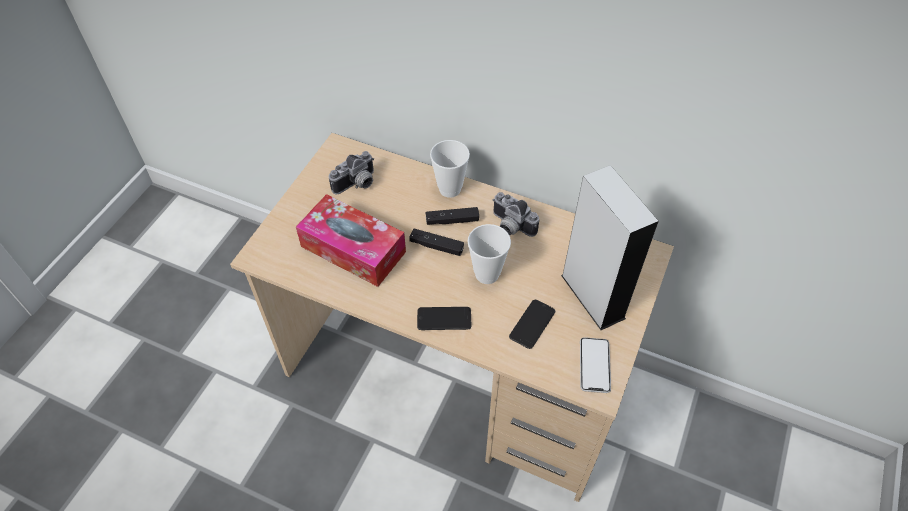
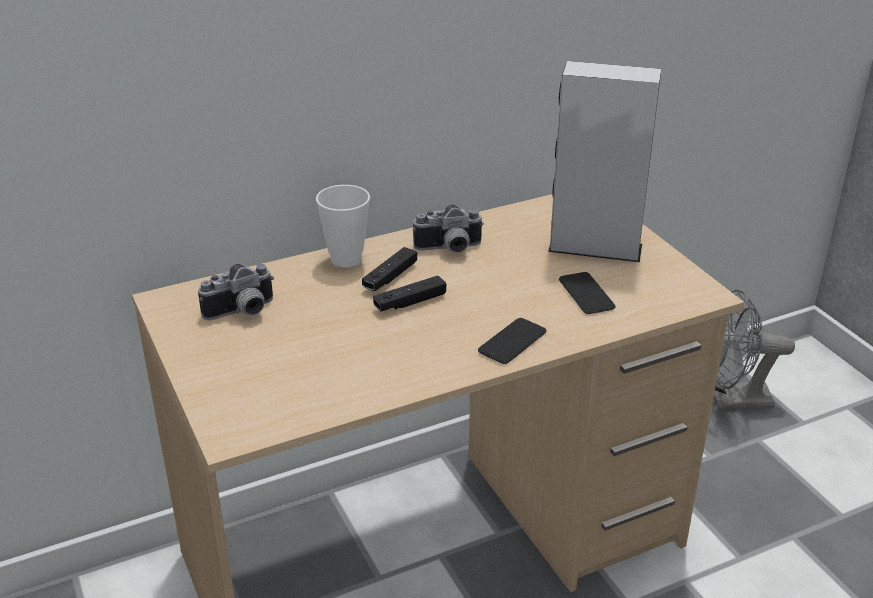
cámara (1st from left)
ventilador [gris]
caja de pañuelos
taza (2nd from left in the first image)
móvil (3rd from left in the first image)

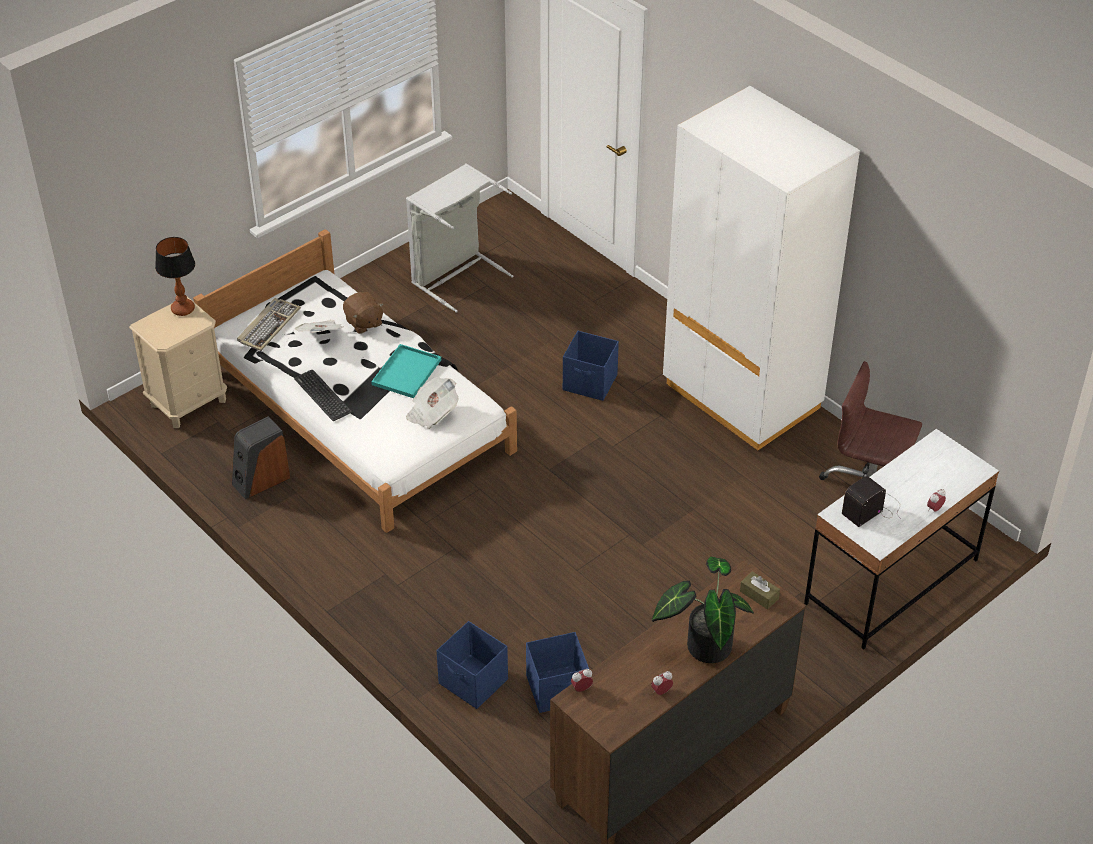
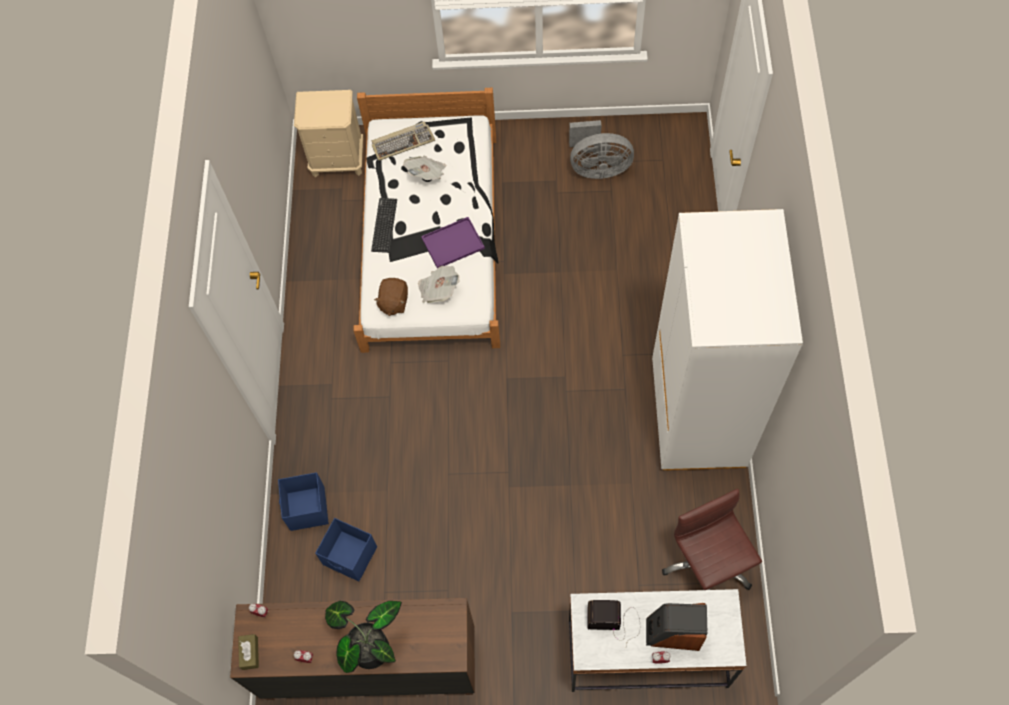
caja de pañuelos [marrón]
peluche [marrón]
bandeja [morado]
ventilador [gris]
altavoz
lámpara de mesa
caja de almacenaje [azul] (3rd from left in the first image)

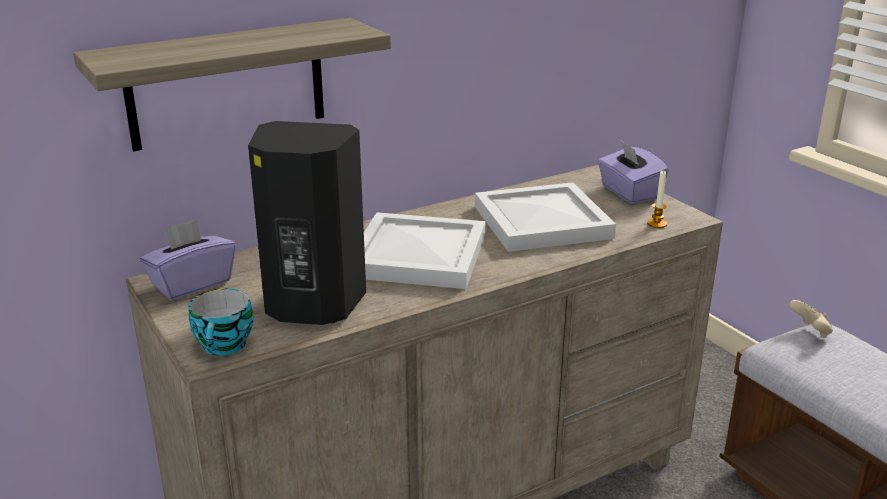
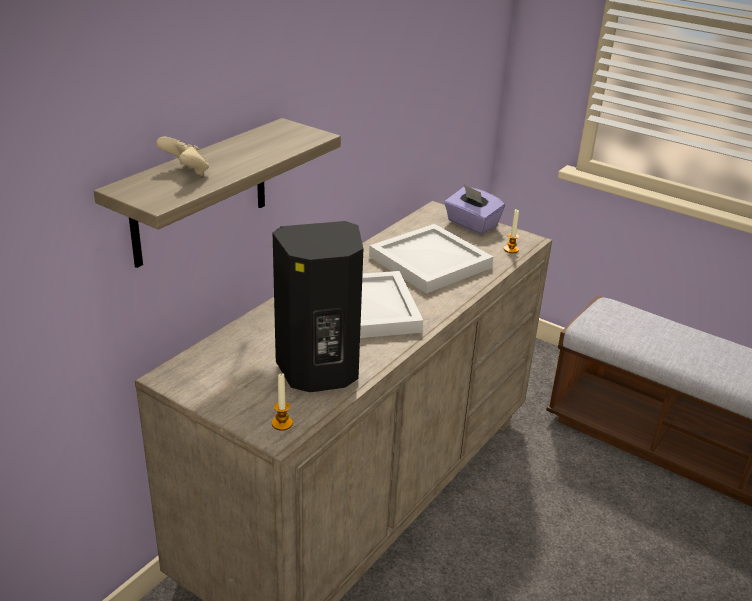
mando de consola [beis]
vela (1st from left)
caja de pañuelos [morado] (1st from left in the first image)

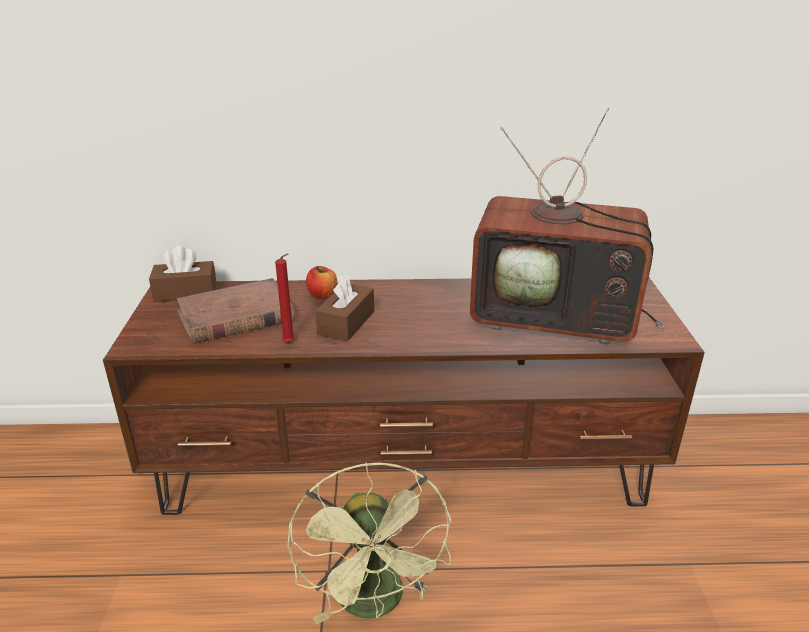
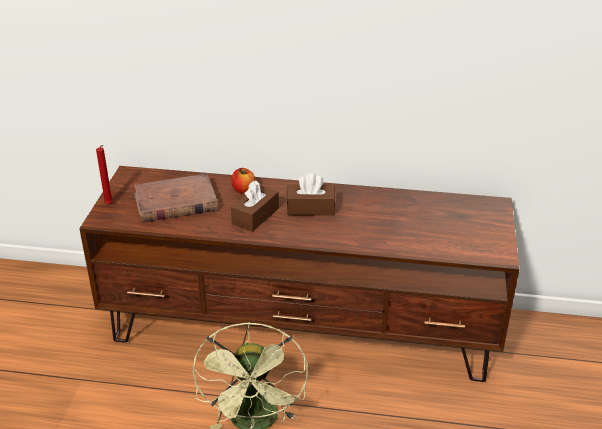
vela [rojo]
caja de pañuelos [marrón] (2nd from left)
televisor

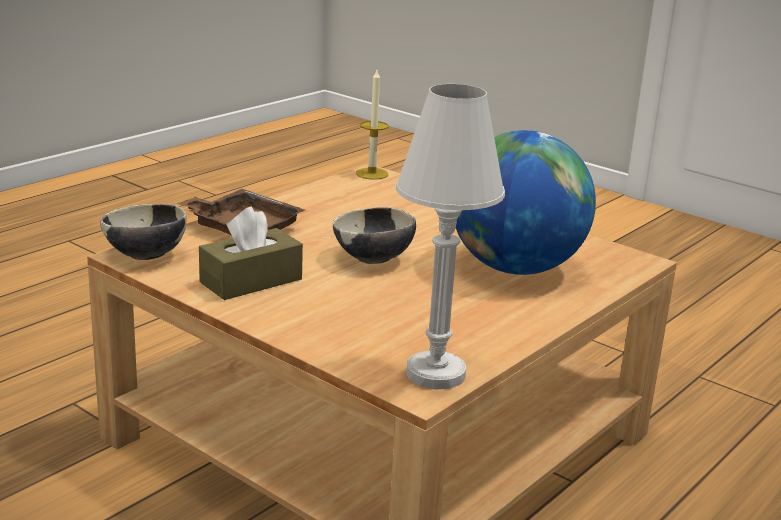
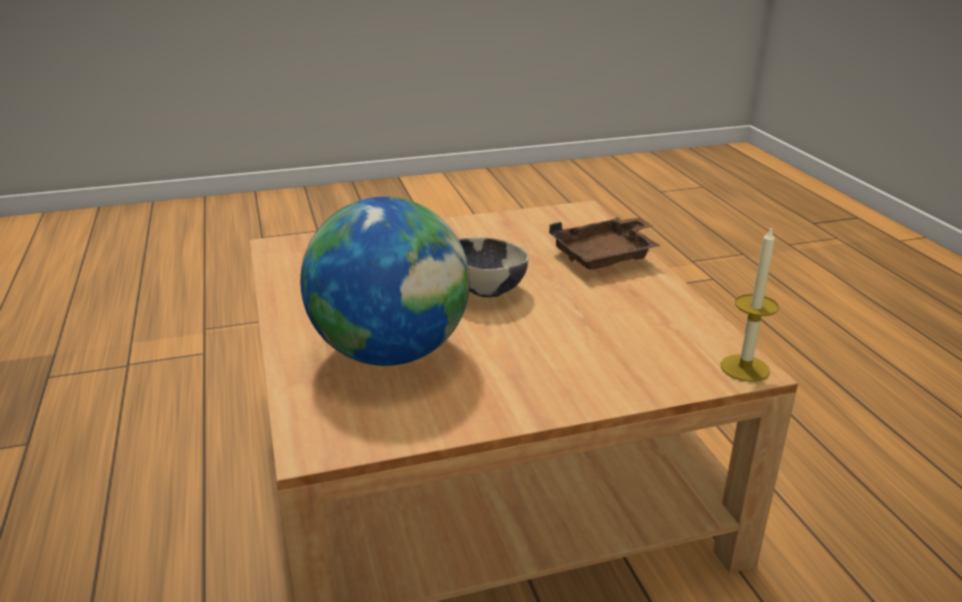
cuenco (1st from left in the first image)
caja de pañuelos [marrón]
lámpara de mesa [blanco]

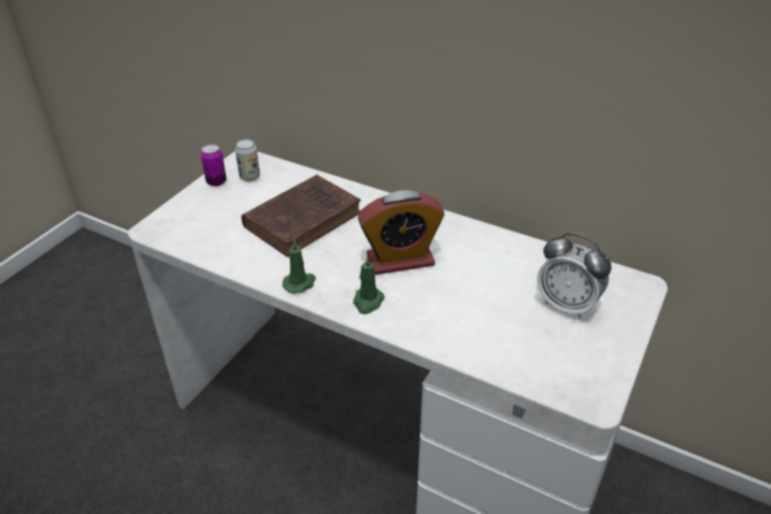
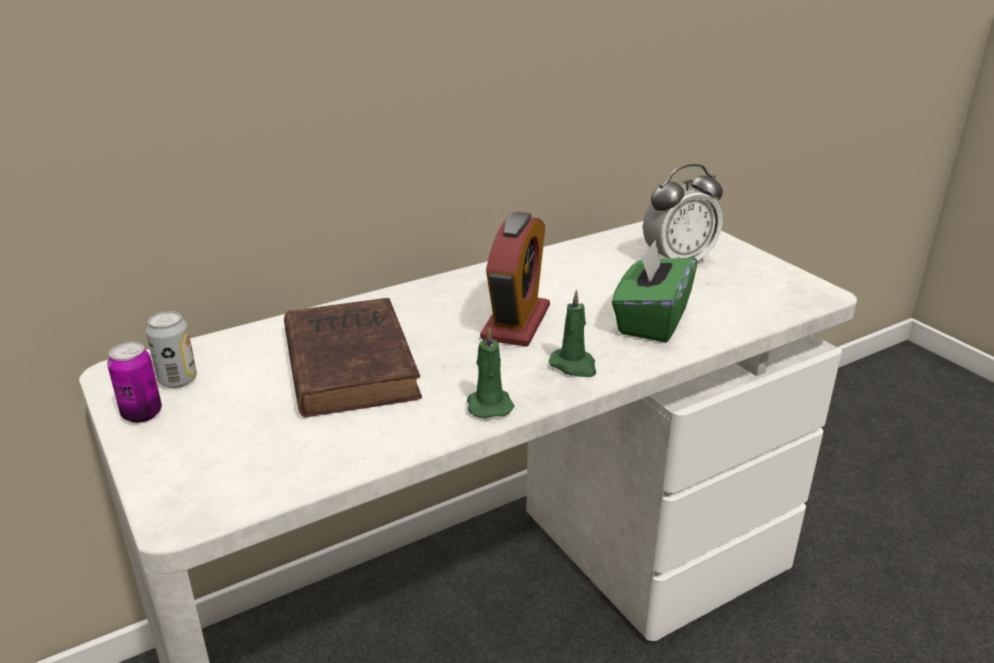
caja de pañuelos [verde]

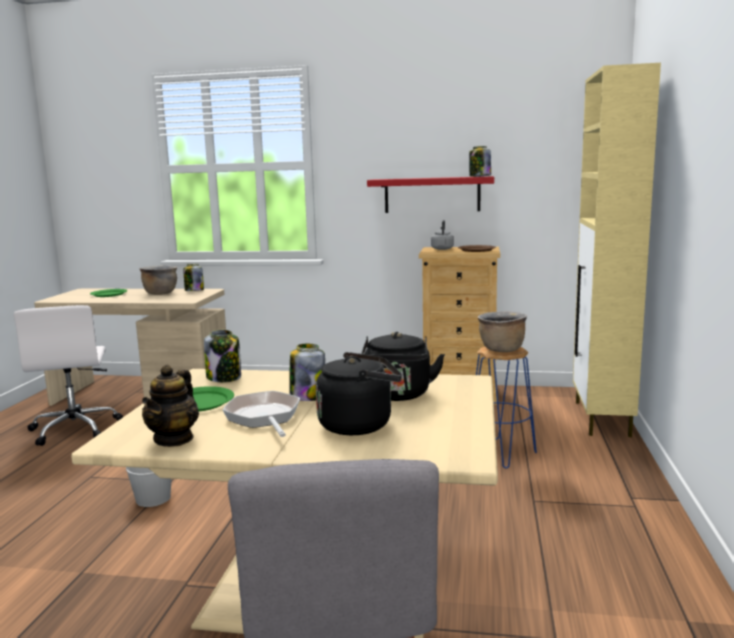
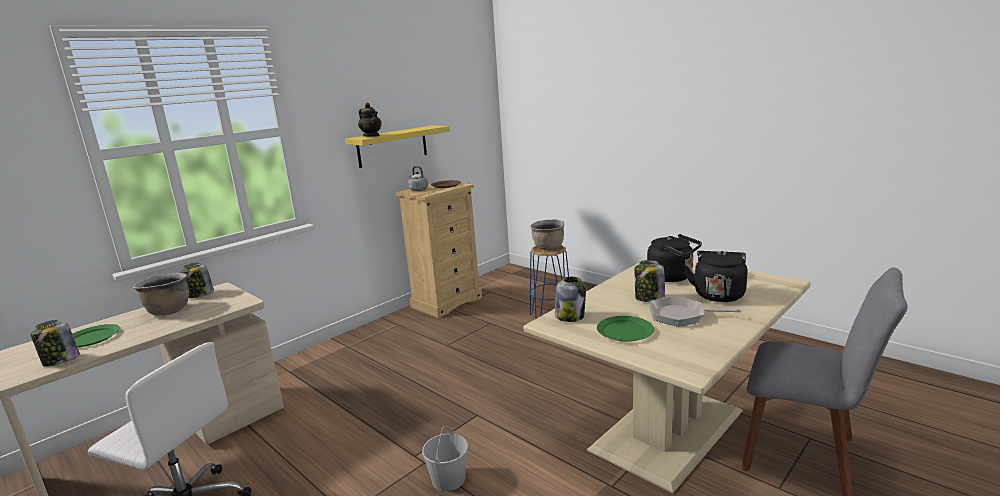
tarro (1st from left)
estante [amarillo]
tetera
armario [beis]

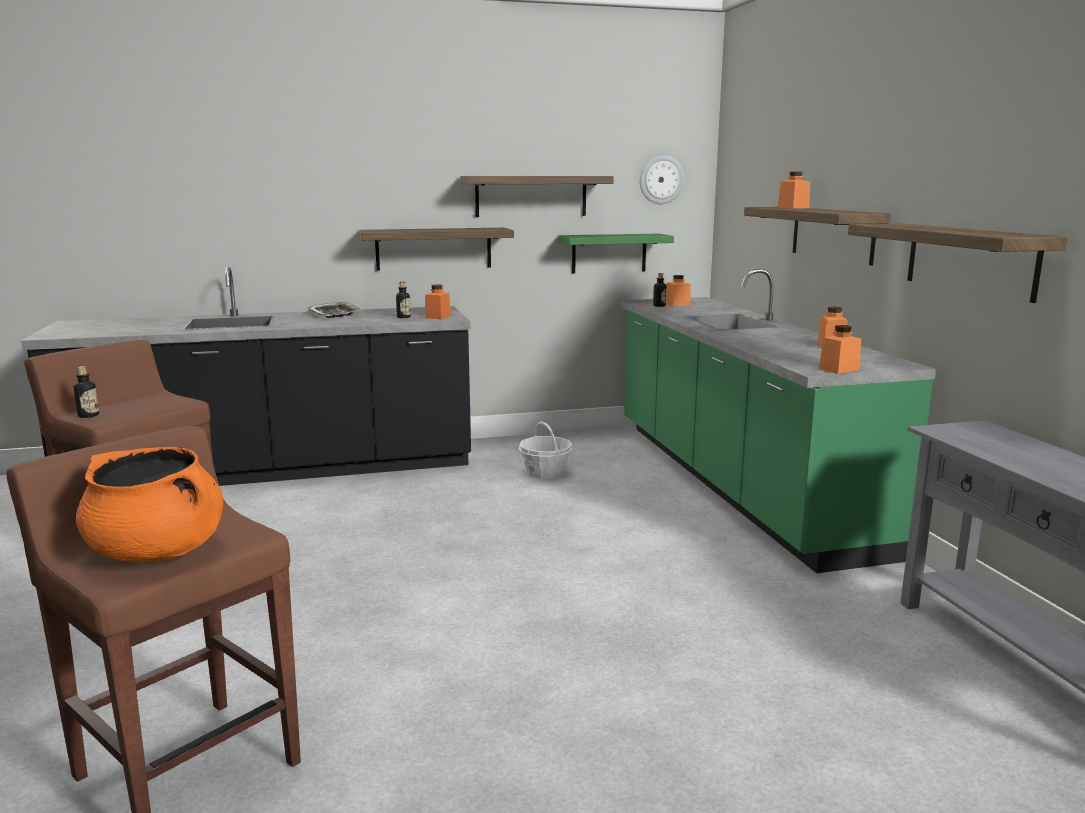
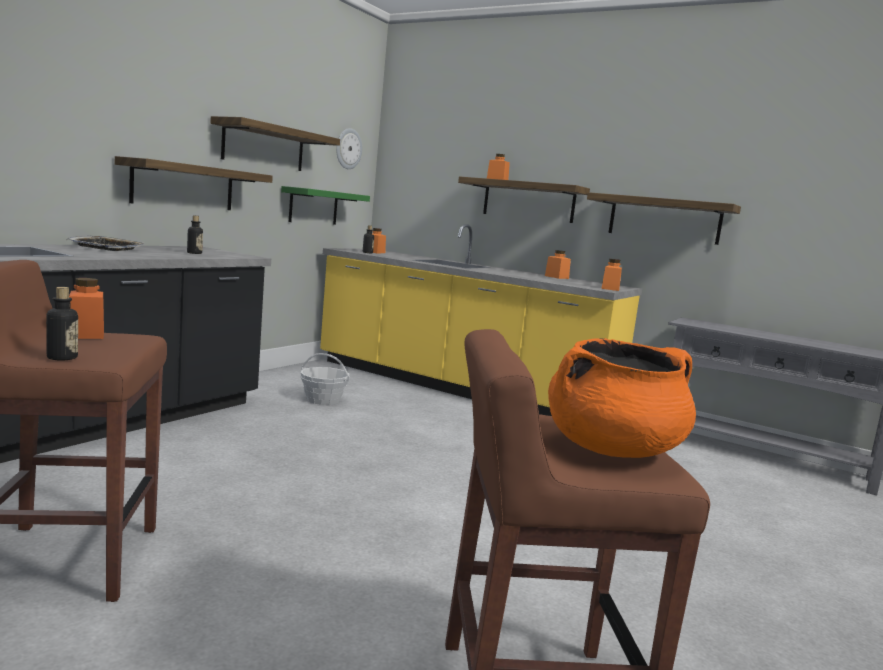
tarro [naranja] (1st from left)
mueble bajo de cocina [amarillo]

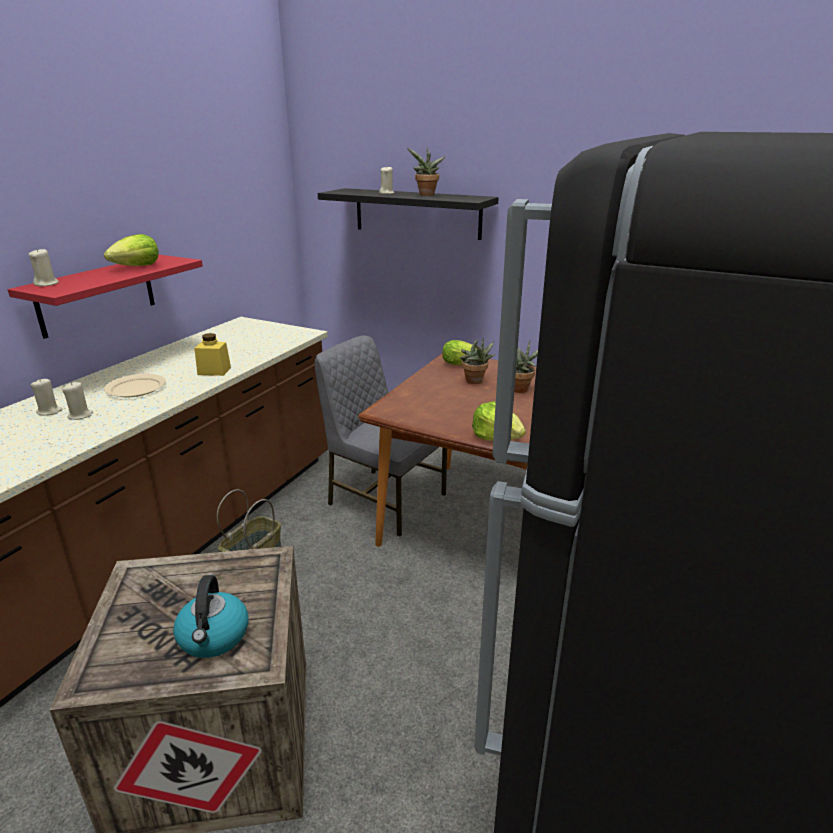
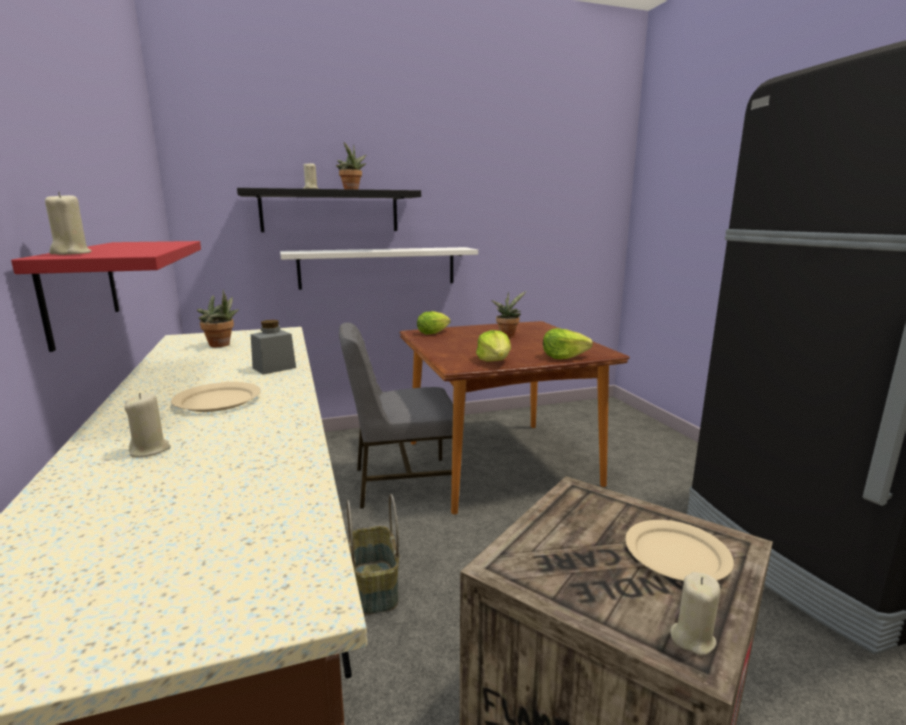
planta en maceta (1st from left)
tarro [gris]
estante [blanco]
lechuga (2nd from left)
plato [beis] (2nd from left)
vela [beis] (4th from left)

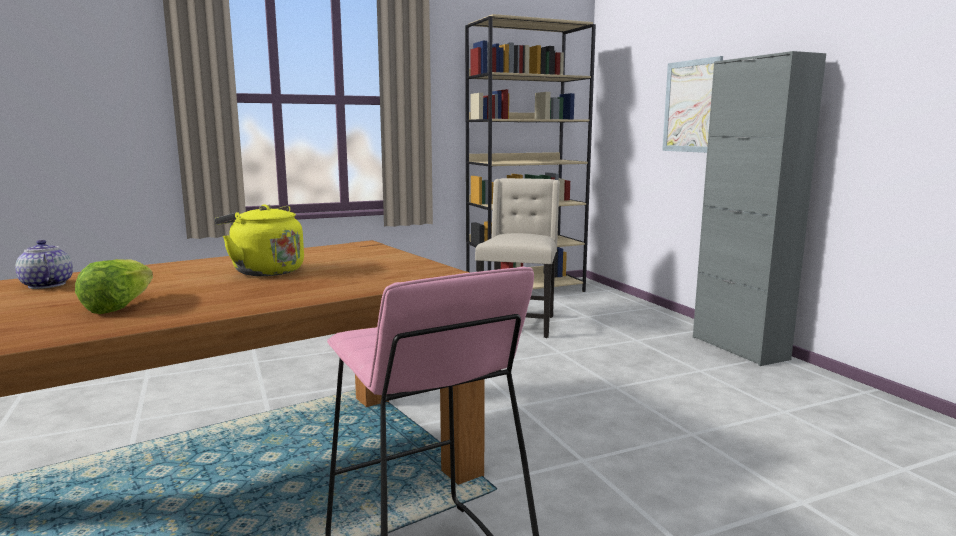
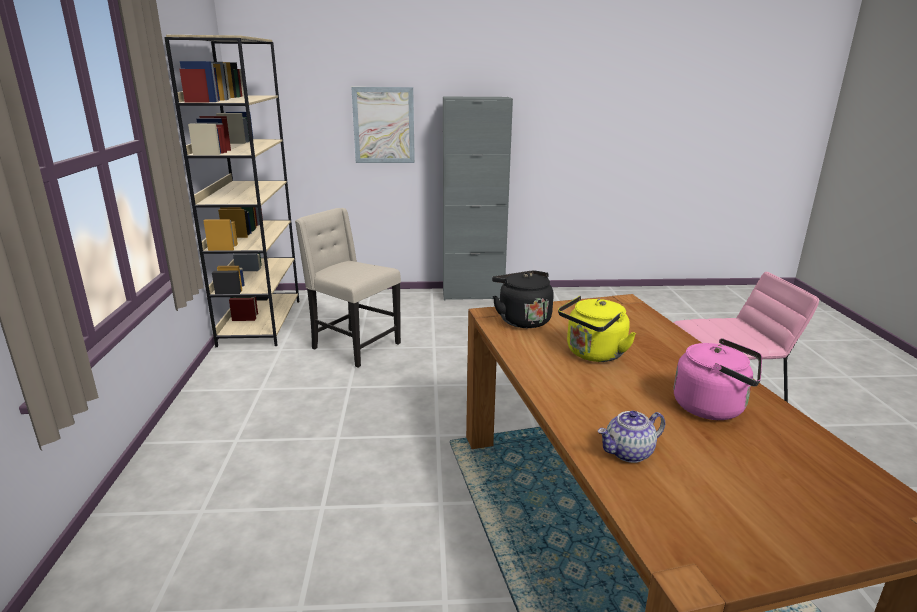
hervidor [negro]
hervidor [rosa]

